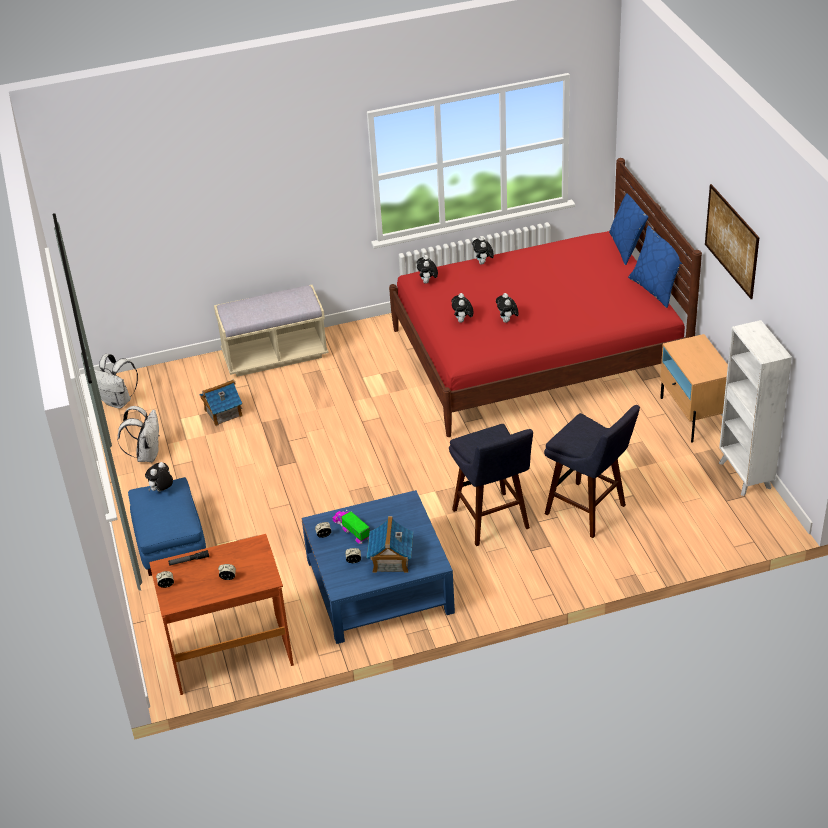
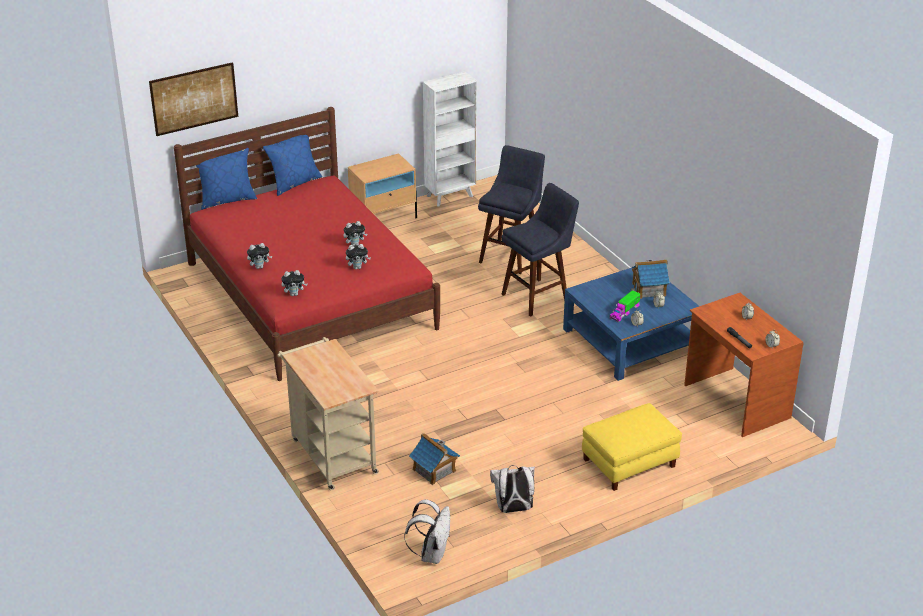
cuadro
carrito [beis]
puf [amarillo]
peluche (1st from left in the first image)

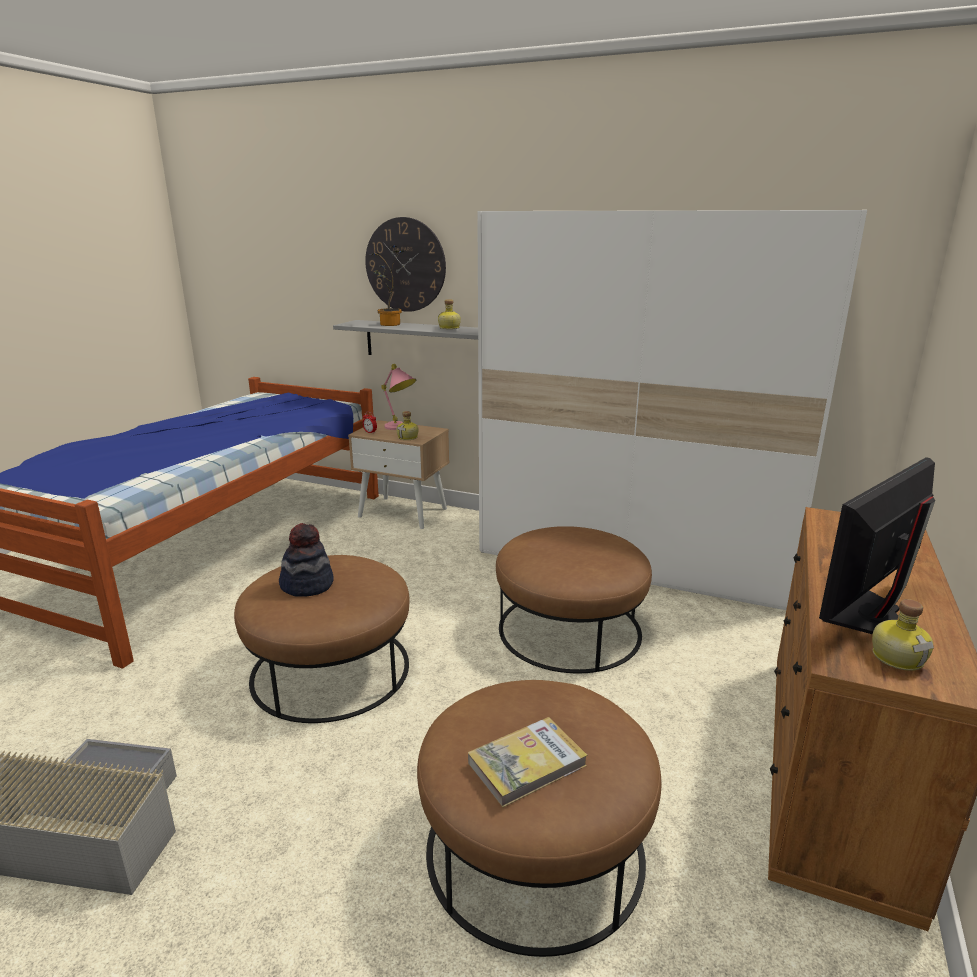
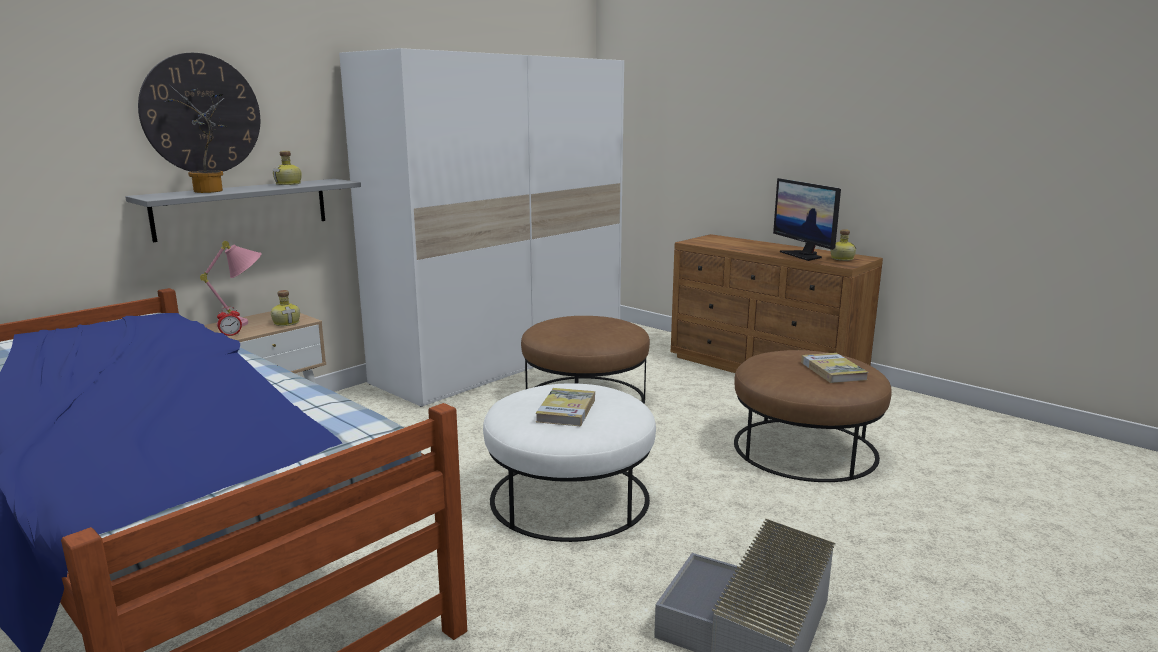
puf [blanco]
libro (1st from left)

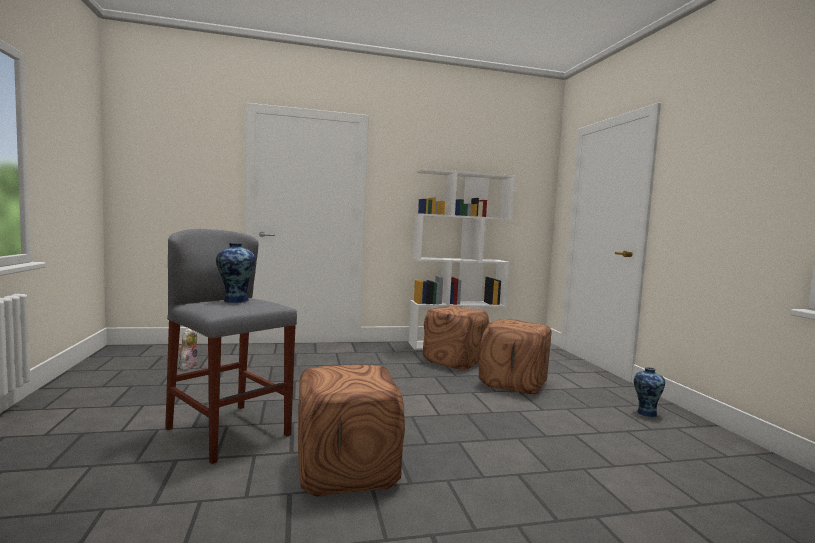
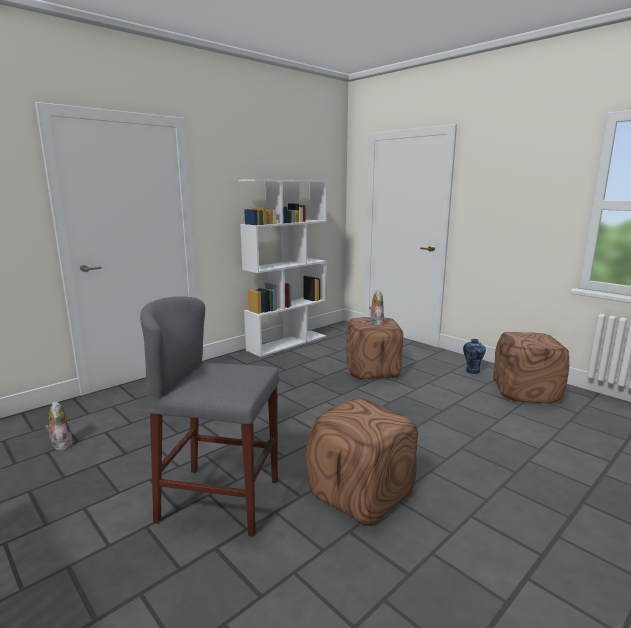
peluche (2nd from left)
puf [marrón] (3rd from left)
florero (1st from left in the first image)

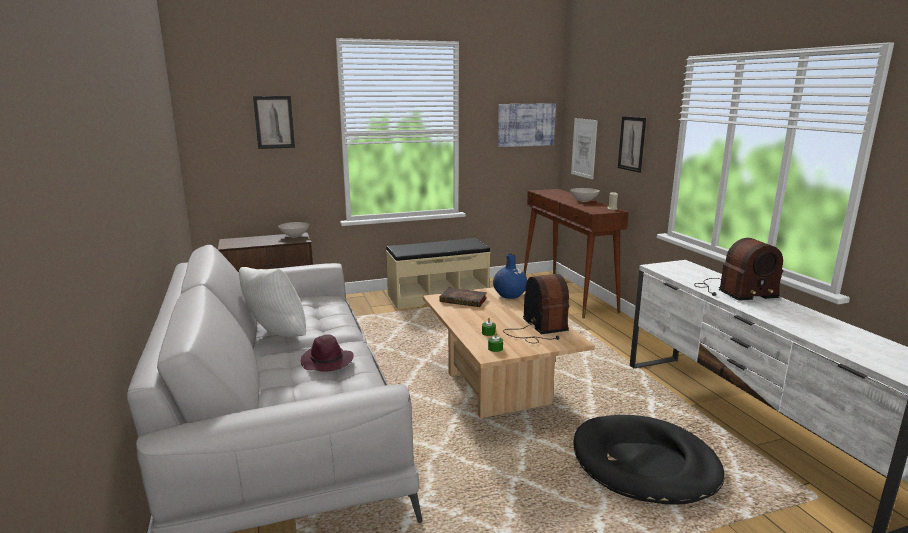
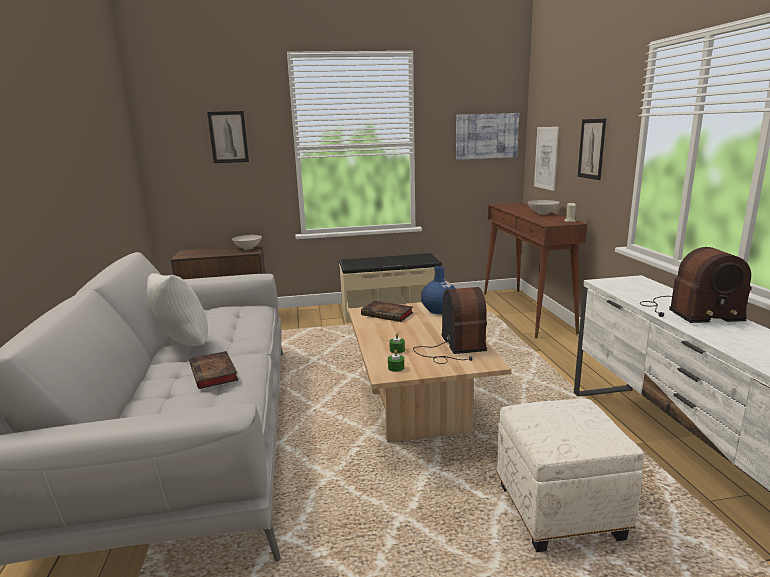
libro (1st from left)
puf [blanco]

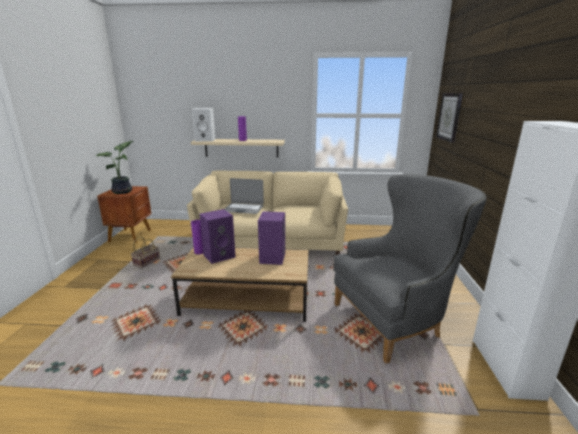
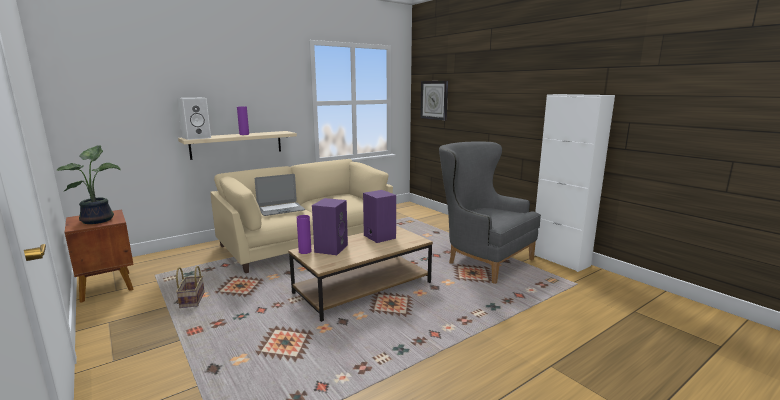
sillón [gris]

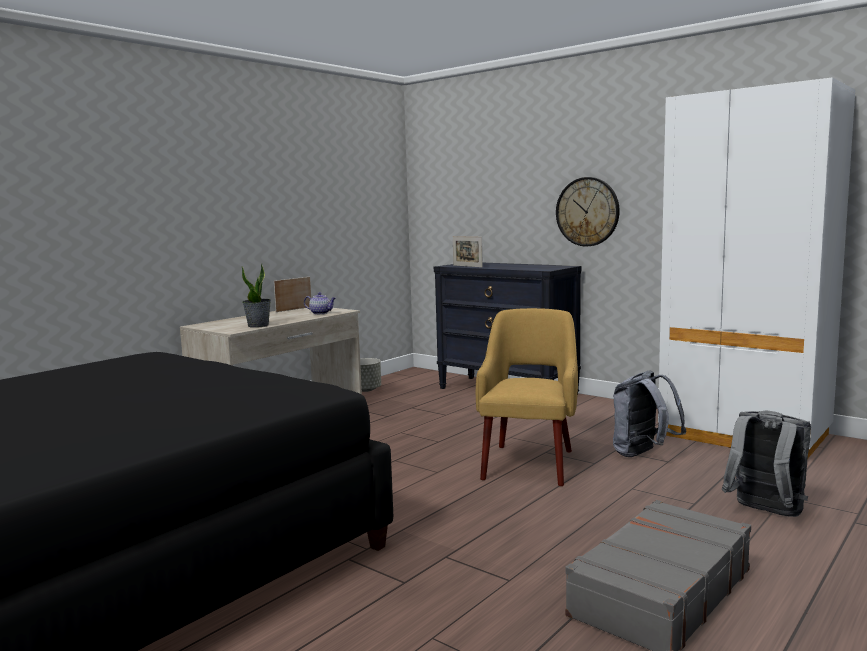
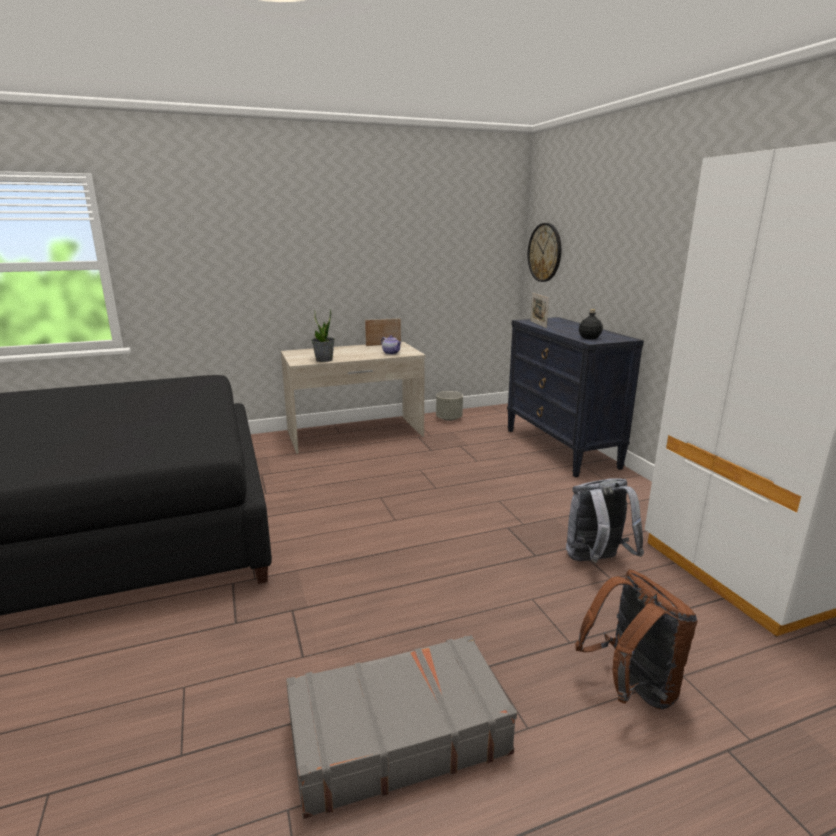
reloj de pared
mochila [marrón]
botella [negro]
sillón [amarillo]

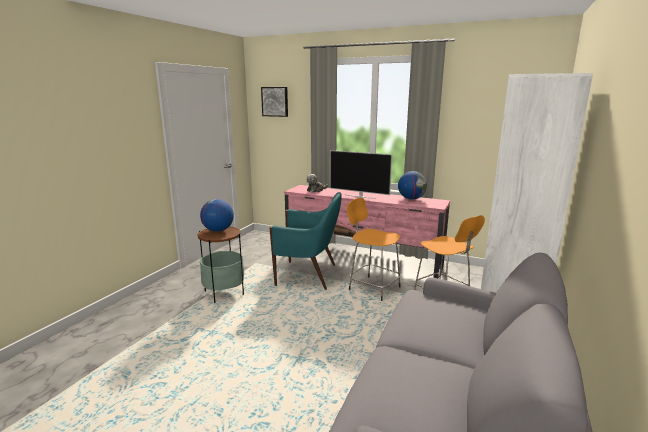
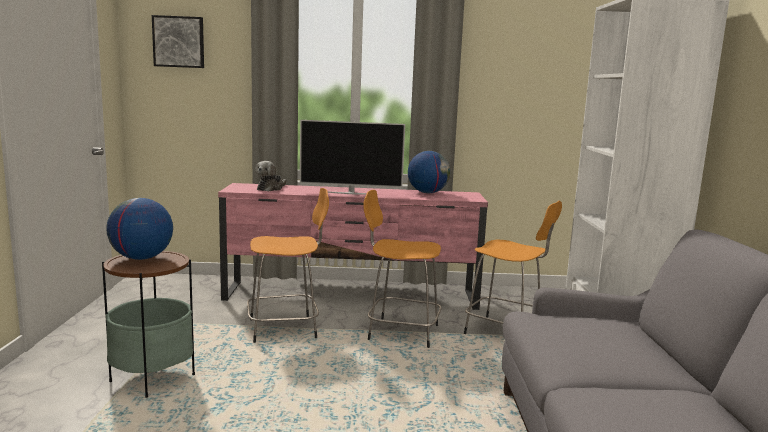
taburete [naranja] (1st from left)

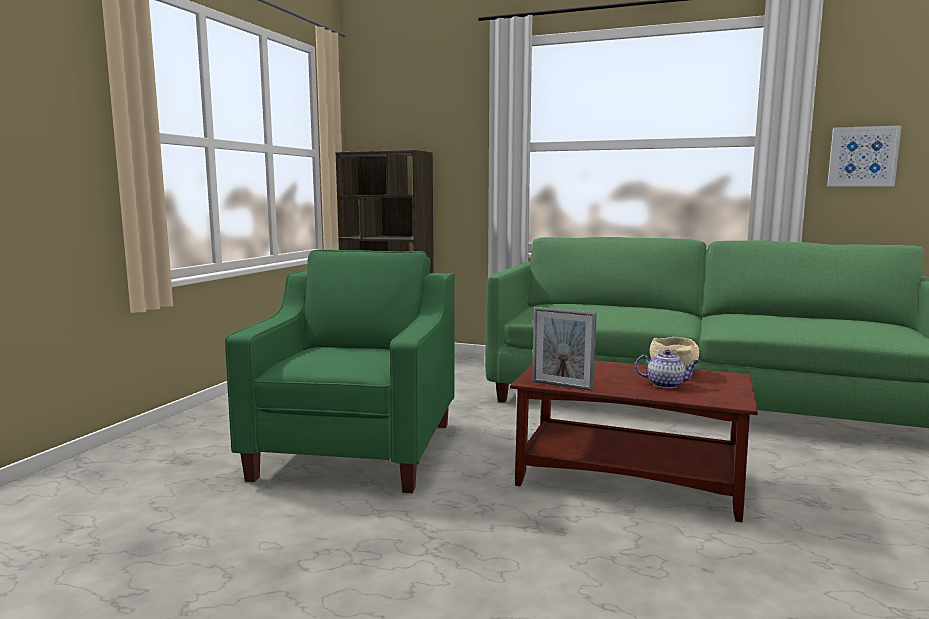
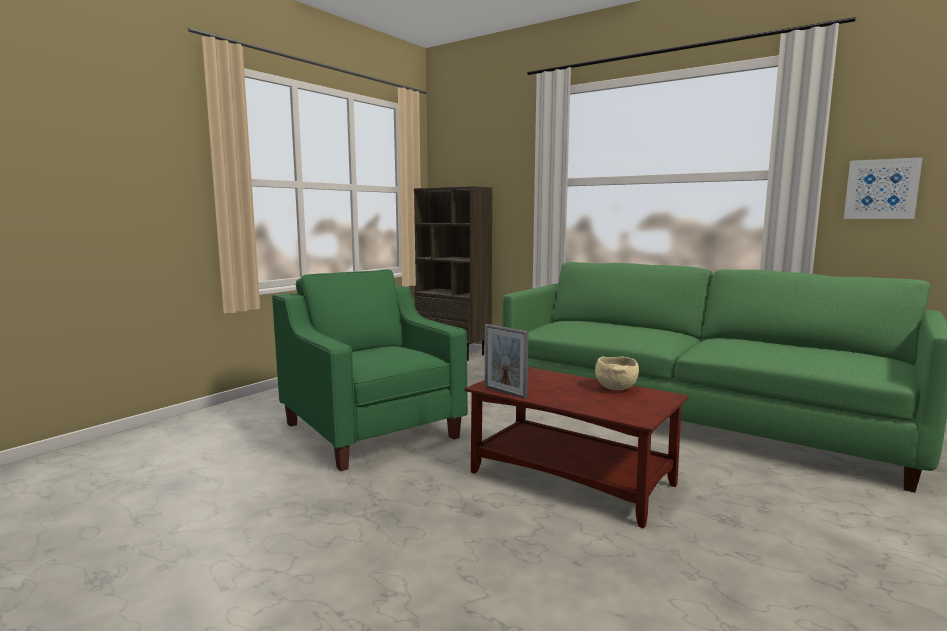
sillón [verde]
tetera

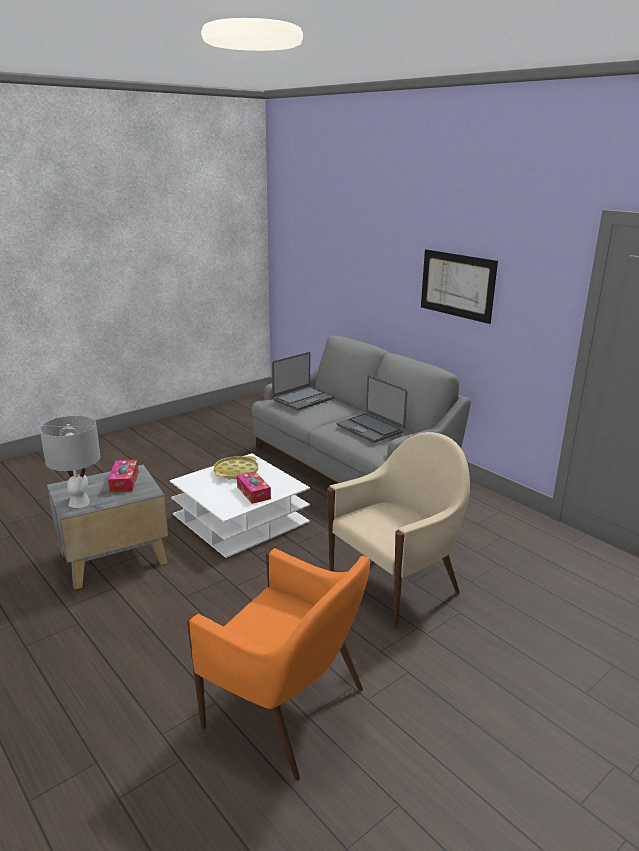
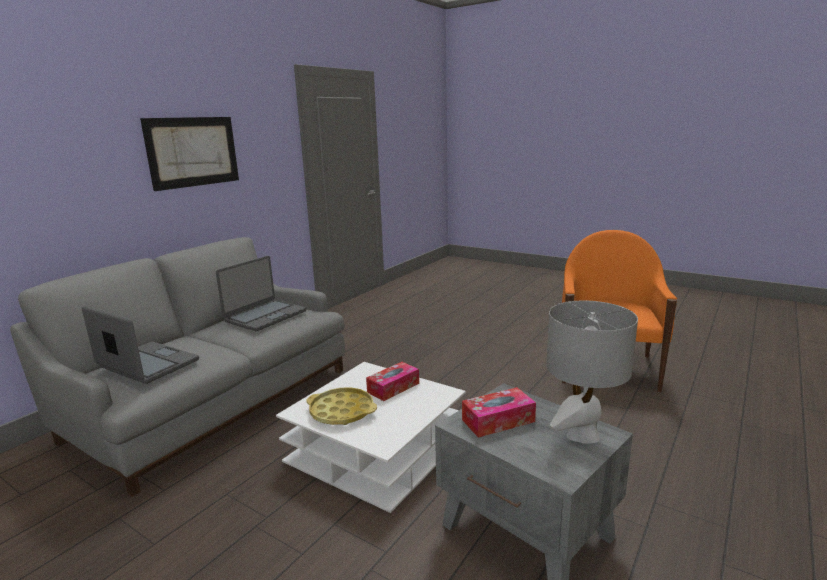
sillón [beis]

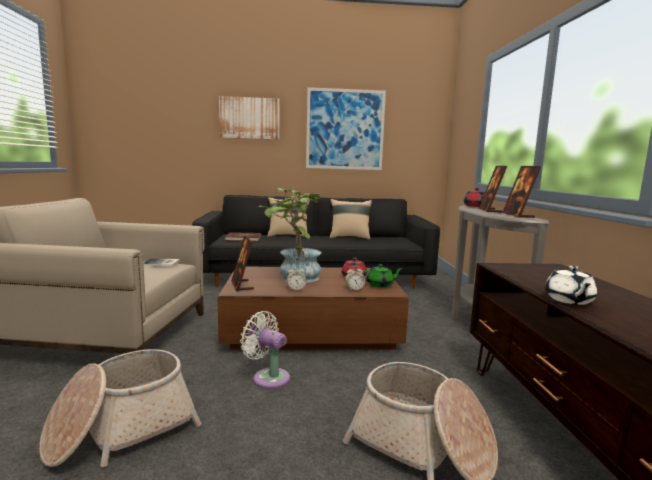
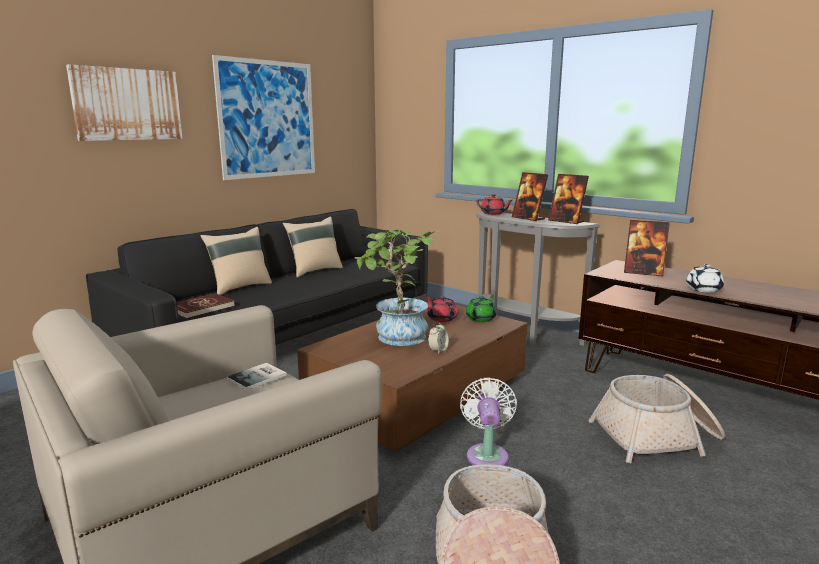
ventilador [blanco]
portarretratos (3rd from left)
tetera [blanco]
despertador (2nd from left in the first image)

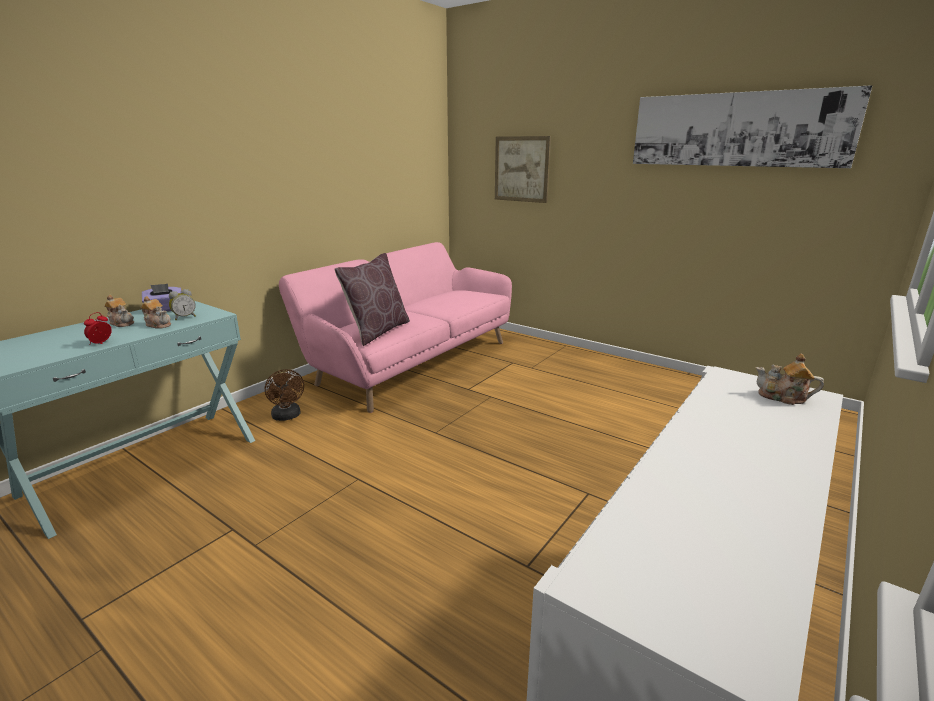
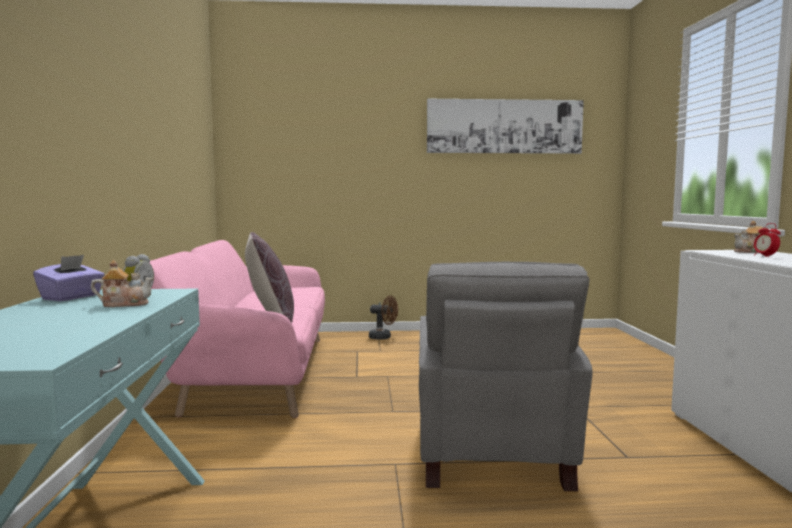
ventilador [marrón]
sillón [gris]
despertador (2nd from left)
tetera (1st from left in the first image)
cuadro (1st from left in the first image)

